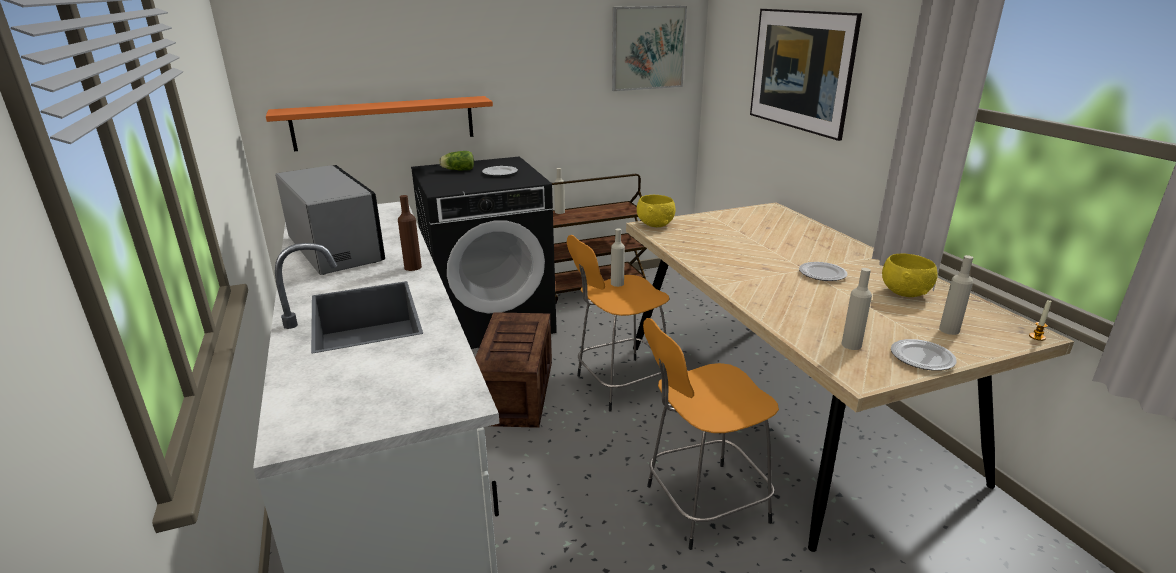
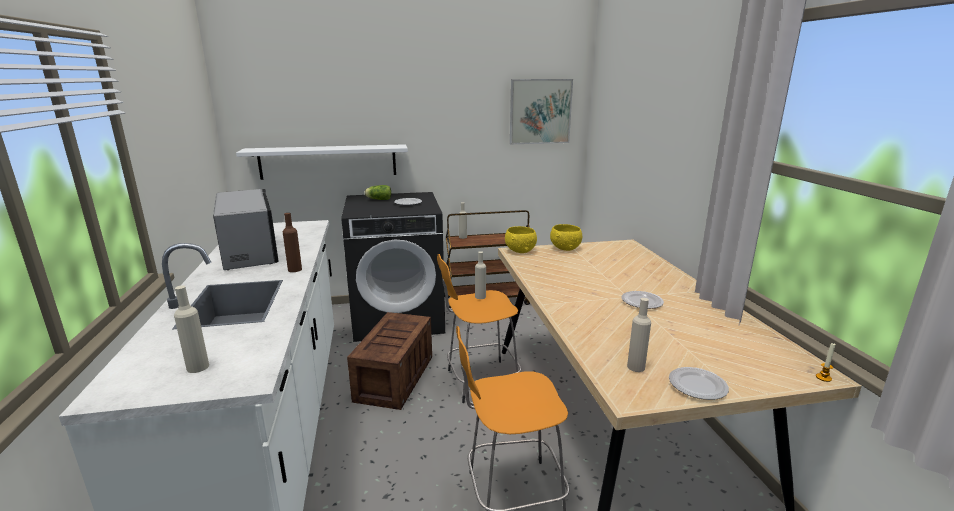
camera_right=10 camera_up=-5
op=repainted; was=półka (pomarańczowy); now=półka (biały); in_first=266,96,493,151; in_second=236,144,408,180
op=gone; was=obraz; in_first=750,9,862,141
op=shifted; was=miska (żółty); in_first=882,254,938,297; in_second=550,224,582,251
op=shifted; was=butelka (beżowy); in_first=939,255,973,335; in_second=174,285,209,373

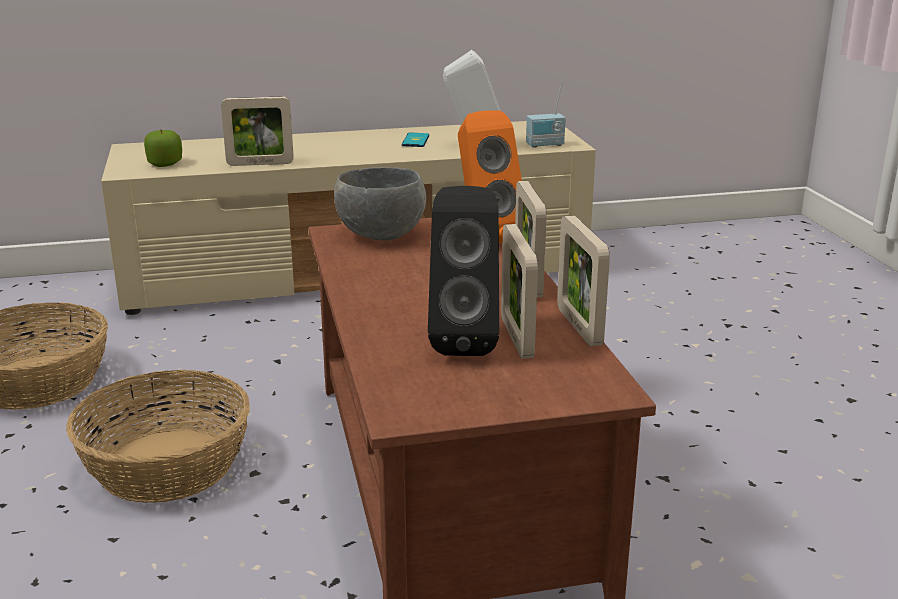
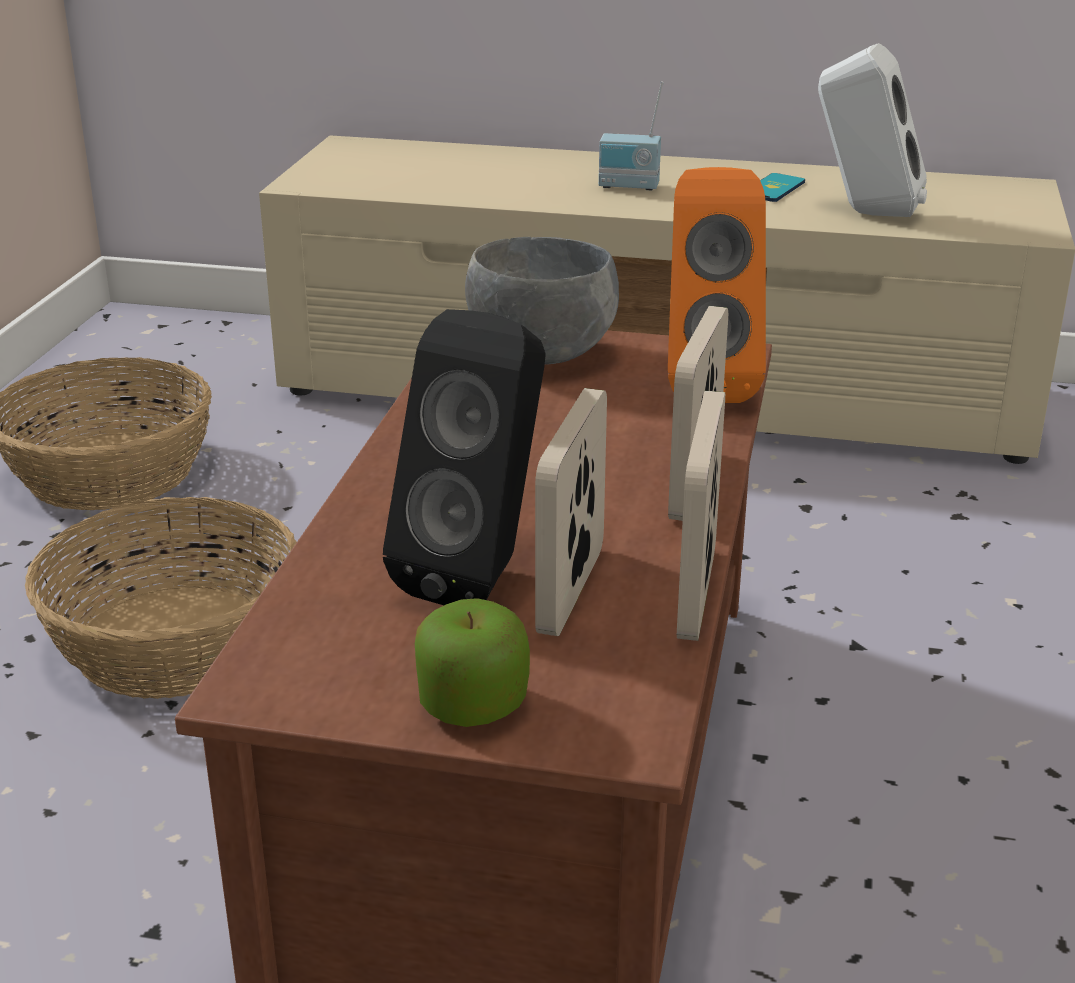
camera_right=25 camera_up=5
op=shifted; was=jabłko; in_first=144,129,182,167; in_second=415,598,530,727
op=gone; was=ramka na zdjęcie; in_first=221,96,294,166
op=shifted; was=radio; in_first=526,81,566,148; in_second=599,81,664,191

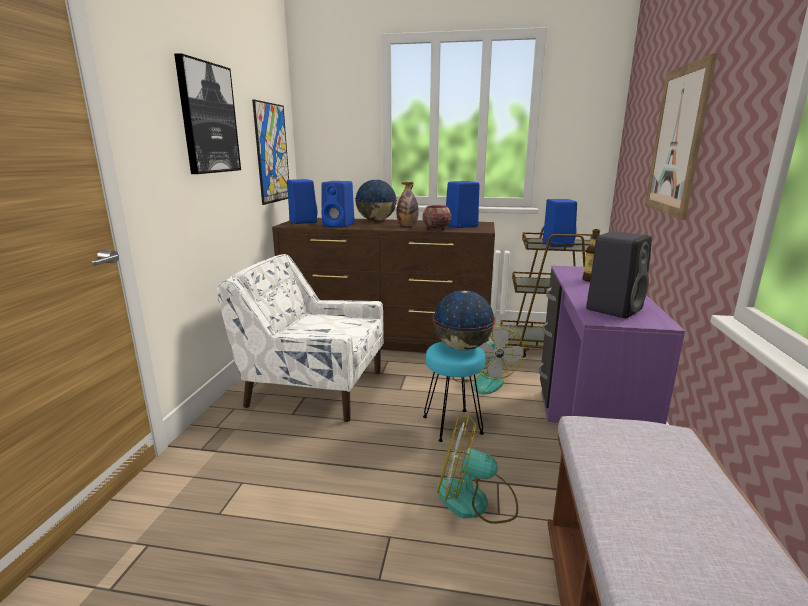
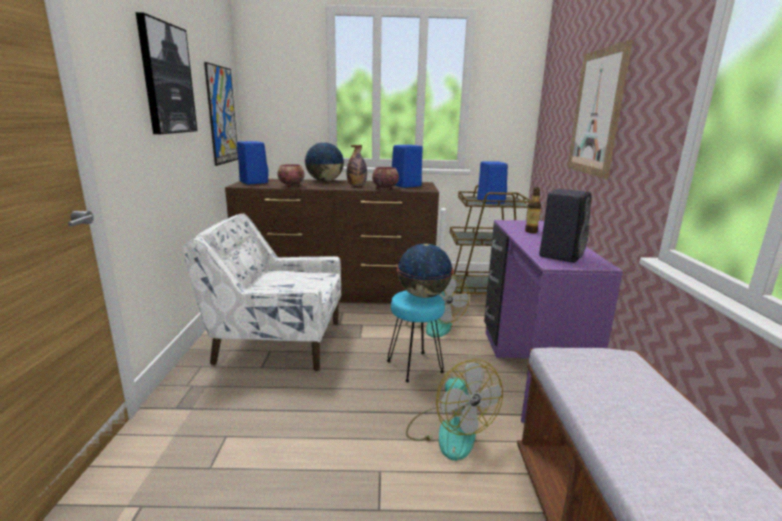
camera_right=-10 camera_up=0
op=swapped; was=głośnik (niebieski); now=miska; in_first=321,181,355,228; in_second=277,164,305,187
op=rotated; was=wentylator; in_first=437,415,518,524; in_second=406,359,503,461; clockwise=-120

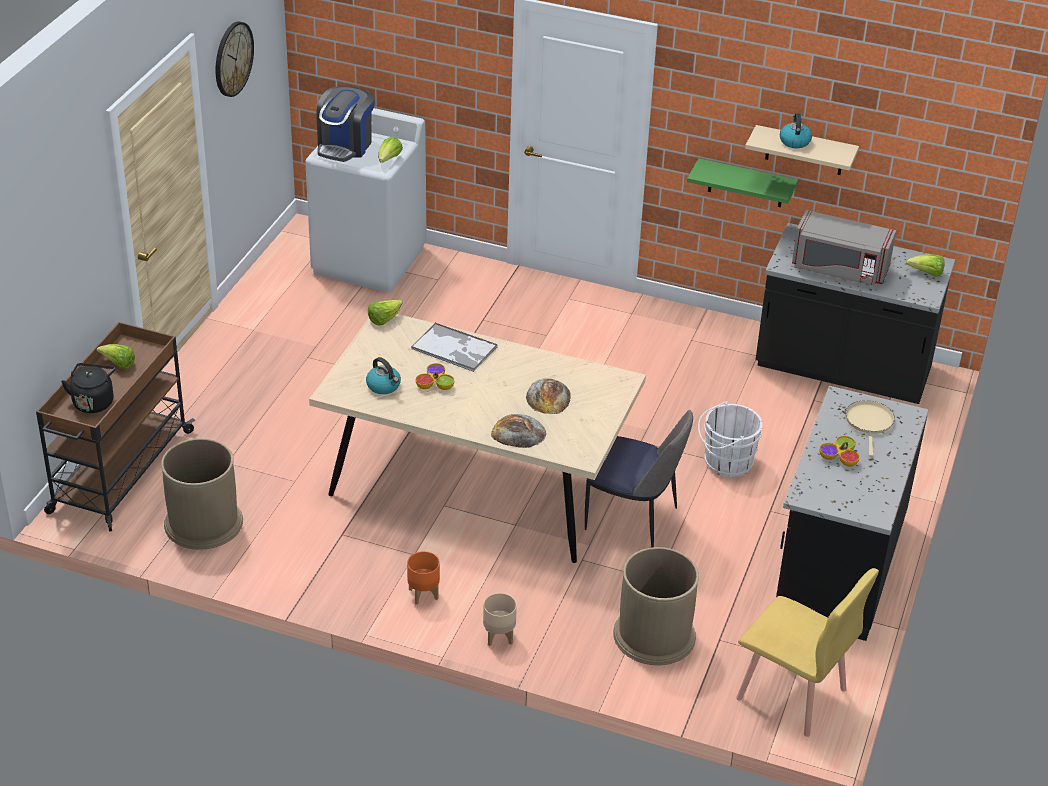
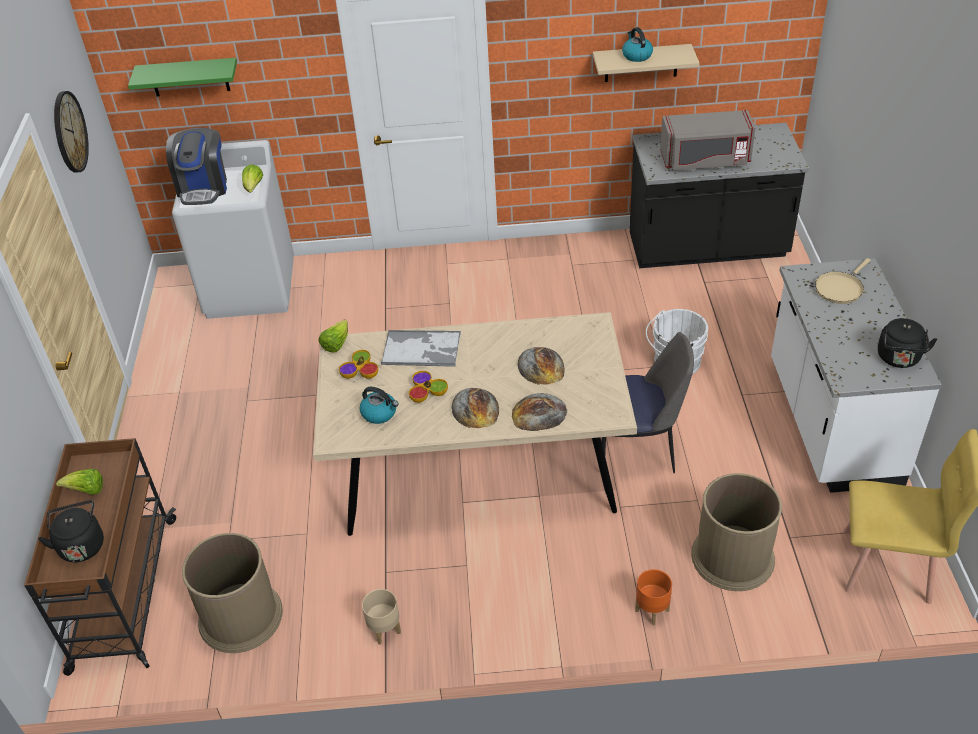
camera_right=-20 camera_up=5
op=shifted; was=donica (pomarańczowy); in_first=407,551,440,605; in_second=635,569,672,625
op=shifted; was=donica (beżowy); in_first=483,593,517,646; in_second=362,589,401,645
op=shifted; was=półka (zielony); in_first=687,158,798,207; in_second=128,58,237,96
op=repainted; was=zabudowa kuchenna (czarny); now=zabudowa kuchenna (biały); in_first=776,386,929,641; in_second=771,258,942,493
op=shifted; was=miska; in_first=819,436,860,467; in_second=339,350,378,379
op=rotated; was=patelnia (beżowy); in_first=845,400,895,457; in_second=815,258,871,304; clockwise=-120
op=gone; was=sałata; in_first=906,254,945,277
op=new; now=chleb; in_second=452,388,499,428
op=new; now=czajnik (czarny); in_second=878,318,937,368

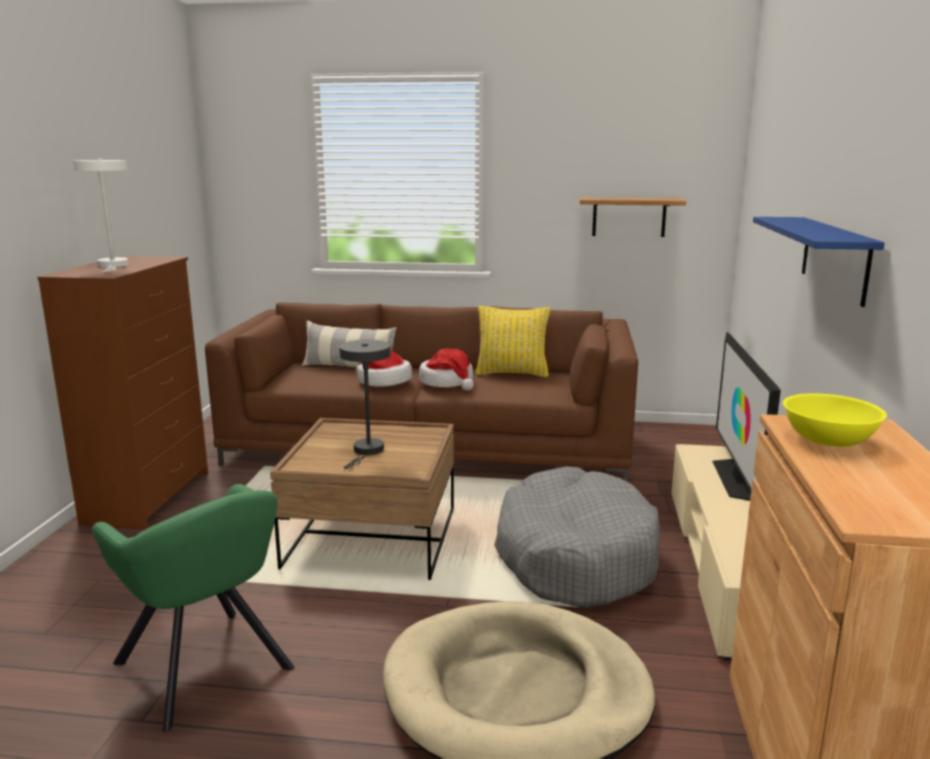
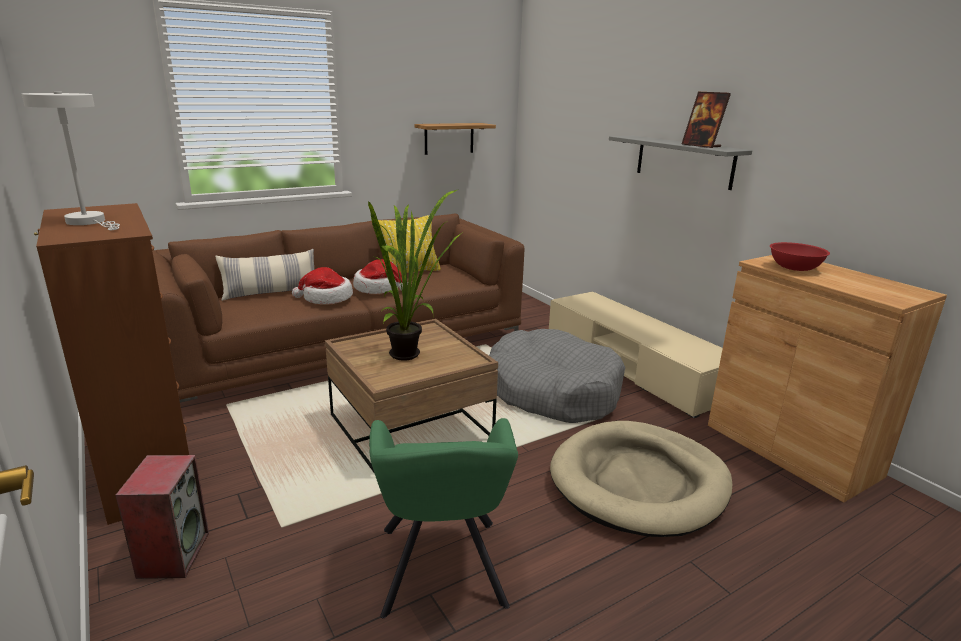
camera_right=-40 camera_up=5
op=rotated; was=fotel (zielony); in_first=92,484,295,732; in_second=369,418,518,618; clockwise=75
op=swapped; was=lampa stołowa (szary); now=roślina doniczkowa; in_first=339,340,391,469; in_second=368,189,463,361
op=gone; was=telewizor; in_first=712,332,781,501
op=repainted; was=półka (niebieski); now=półka (szary); in_first=753,217,885,307; in_second=609,136,752,190
op=repainted; was=miska (żółty); now=miska (czerwony); in_first=783,393,887,447; in_second=770,242,830,271
op=new; now=głośnik; in_second=115,455,209,579
op=new; now=ramka na zdjęcie; in_second=682,92,731,148

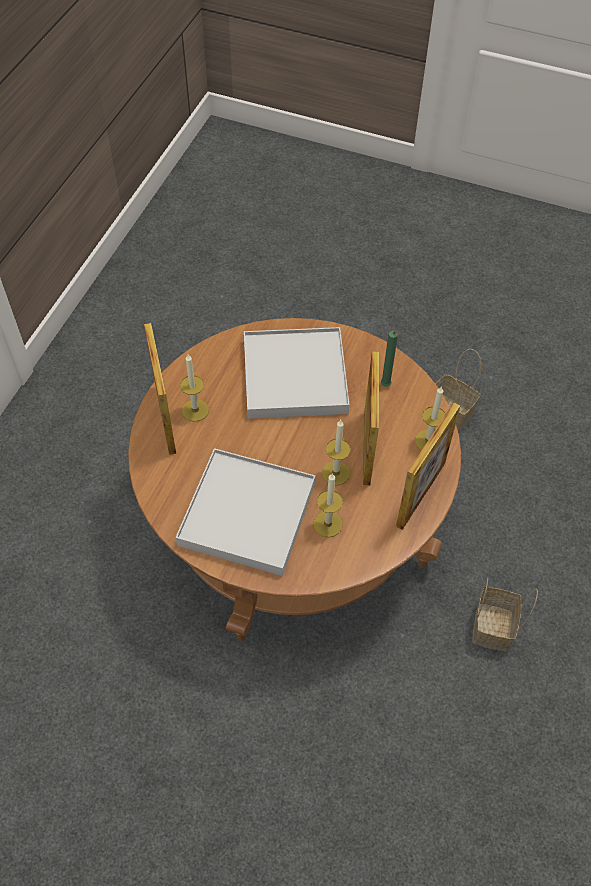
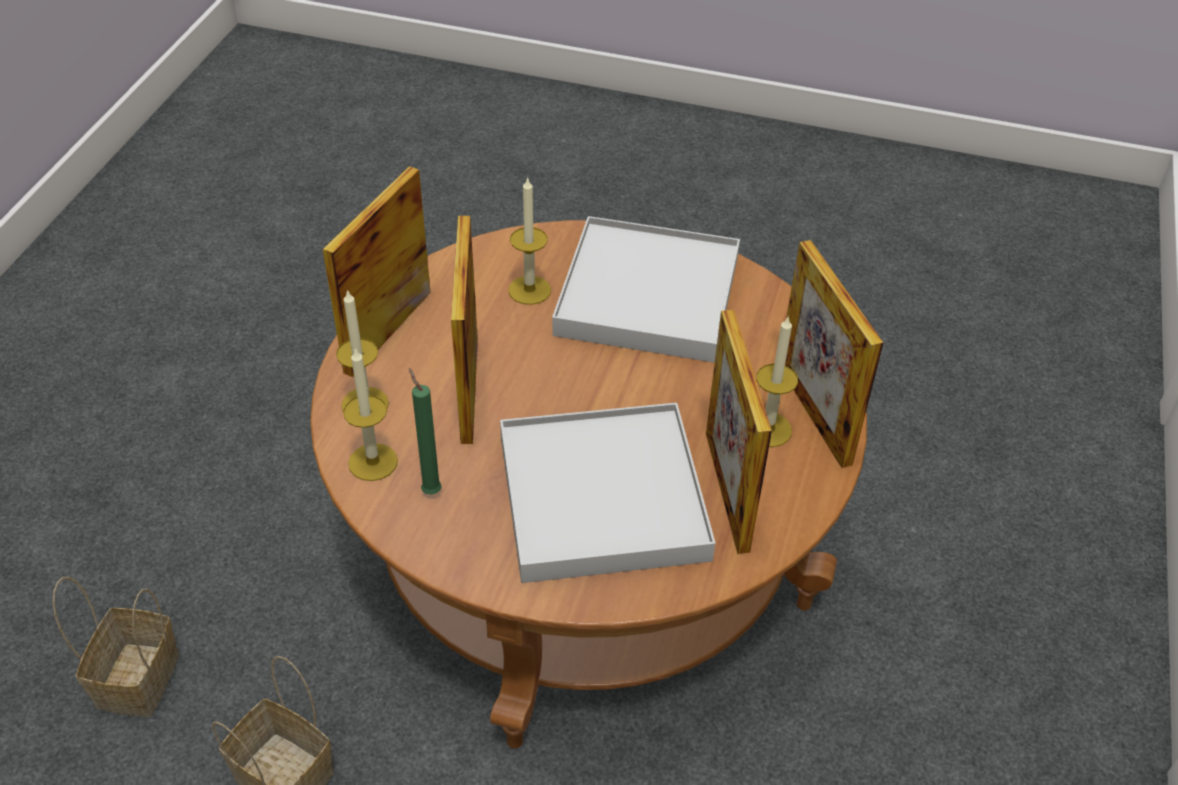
camera_right=175 camera_up=-10
op=shifted; was=świeca; in_first=322,420,351,485; in_second=343,348,398,481
op=shifted; was=koszyk; in_first=472,577,538,651; in_second=53,577,179,717
op=new; now=ramka na zdjęcie; in_second=706,310,772,554

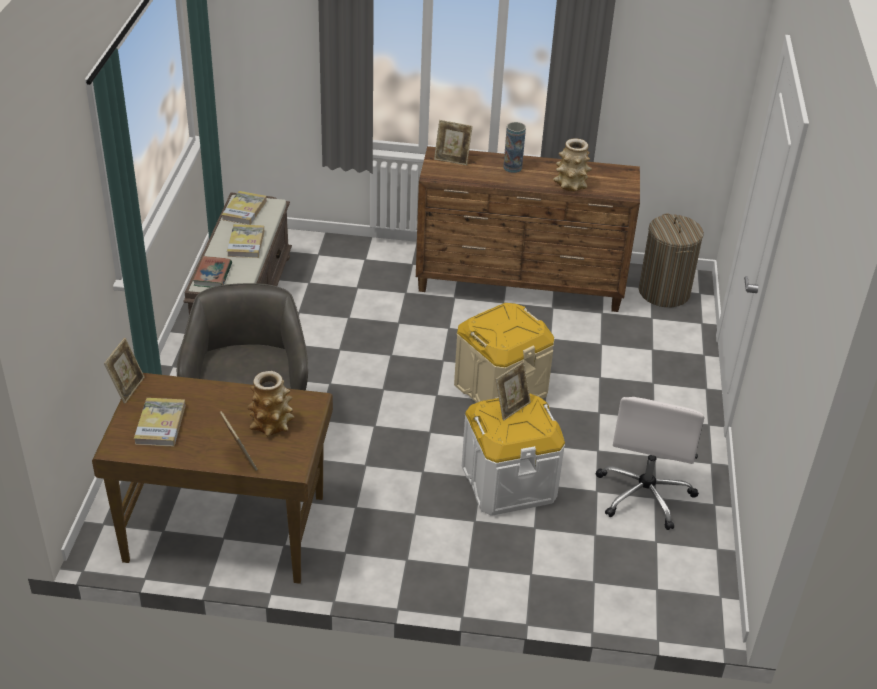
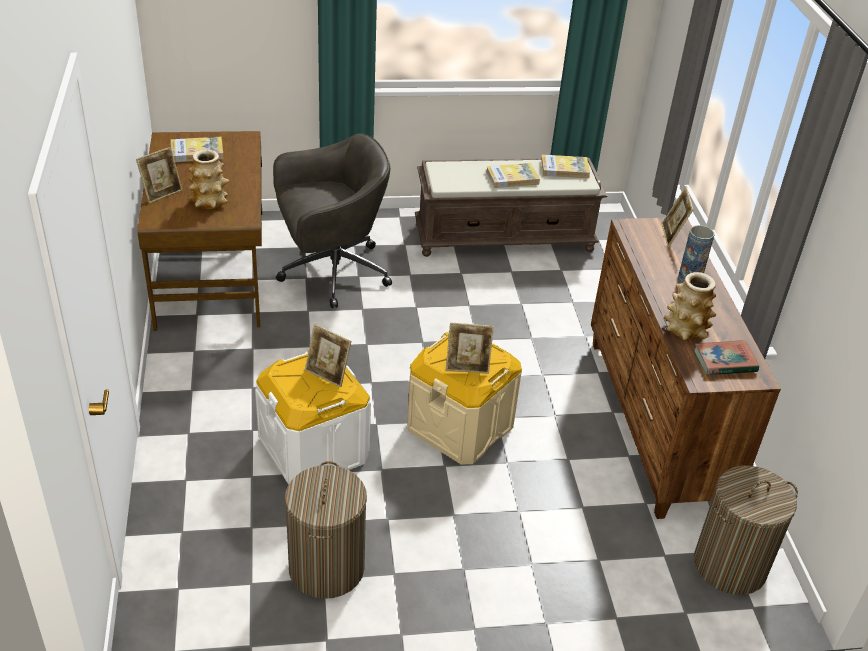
camera_right=75 camera_up=0
op=shifted; was=ramka na zdjęcie; in_first=104,338,145,404; in_second=446,323,494,374
op=shifted; was=książka; in_first=193,256,232,287; in_second=694,340,759,375
op=swapped; was=krzesło biurowe (biały); now=kosz na pranie; in_first=596,397,704,530; in_second=285,461,367,599

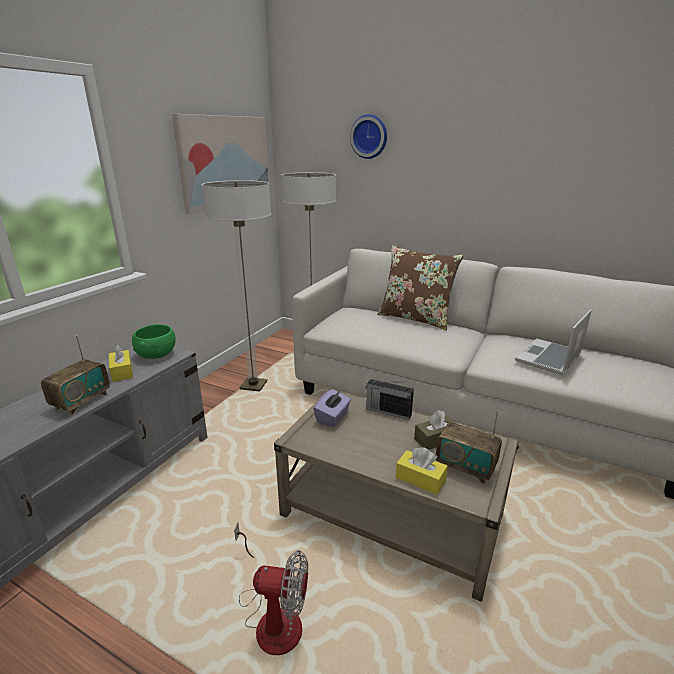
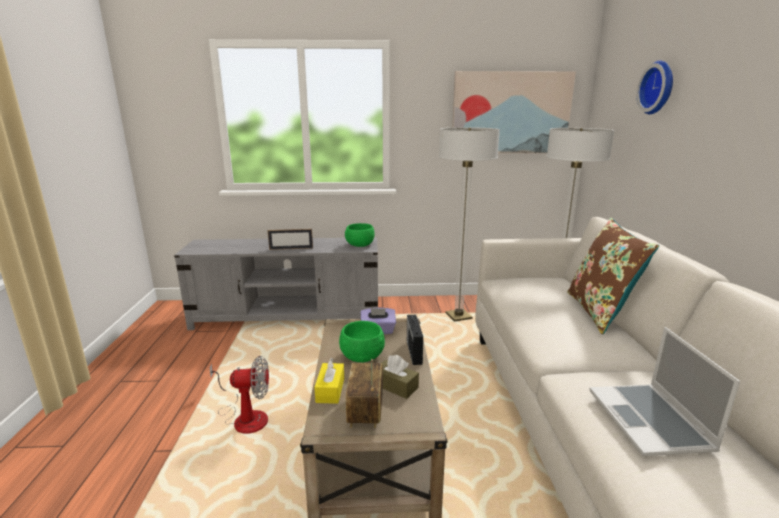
camera_right=60 camera_up=-5
op=swapped; was=radio; now=ramka na zdjęcie; in_first=41,335,110,415; in_second=268,229,313,250
op=gone; was=pudełko chusteczek (żółty); in_first=109,345,133,382
op=rotated; was=wentylator; in_first=234,522,308,655; in_second=209,356,269,434; clockwise=-75
op=rotated; was=laptop; in_first=515,309,592,375; in_second=589,327,740,456; clockwise=-105
op=new; now=miska (zielony); in_second=339,321,385,362

